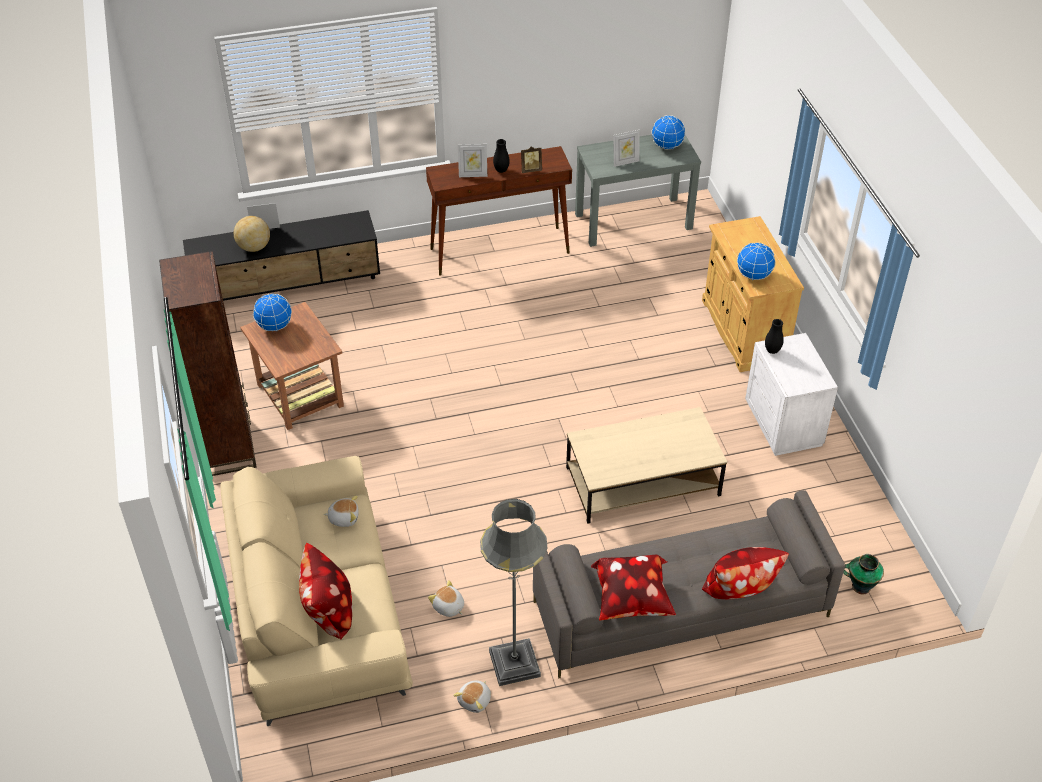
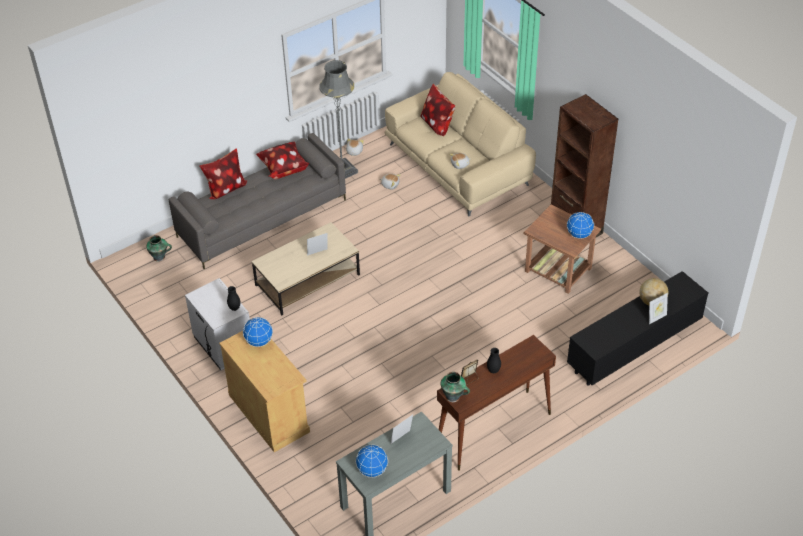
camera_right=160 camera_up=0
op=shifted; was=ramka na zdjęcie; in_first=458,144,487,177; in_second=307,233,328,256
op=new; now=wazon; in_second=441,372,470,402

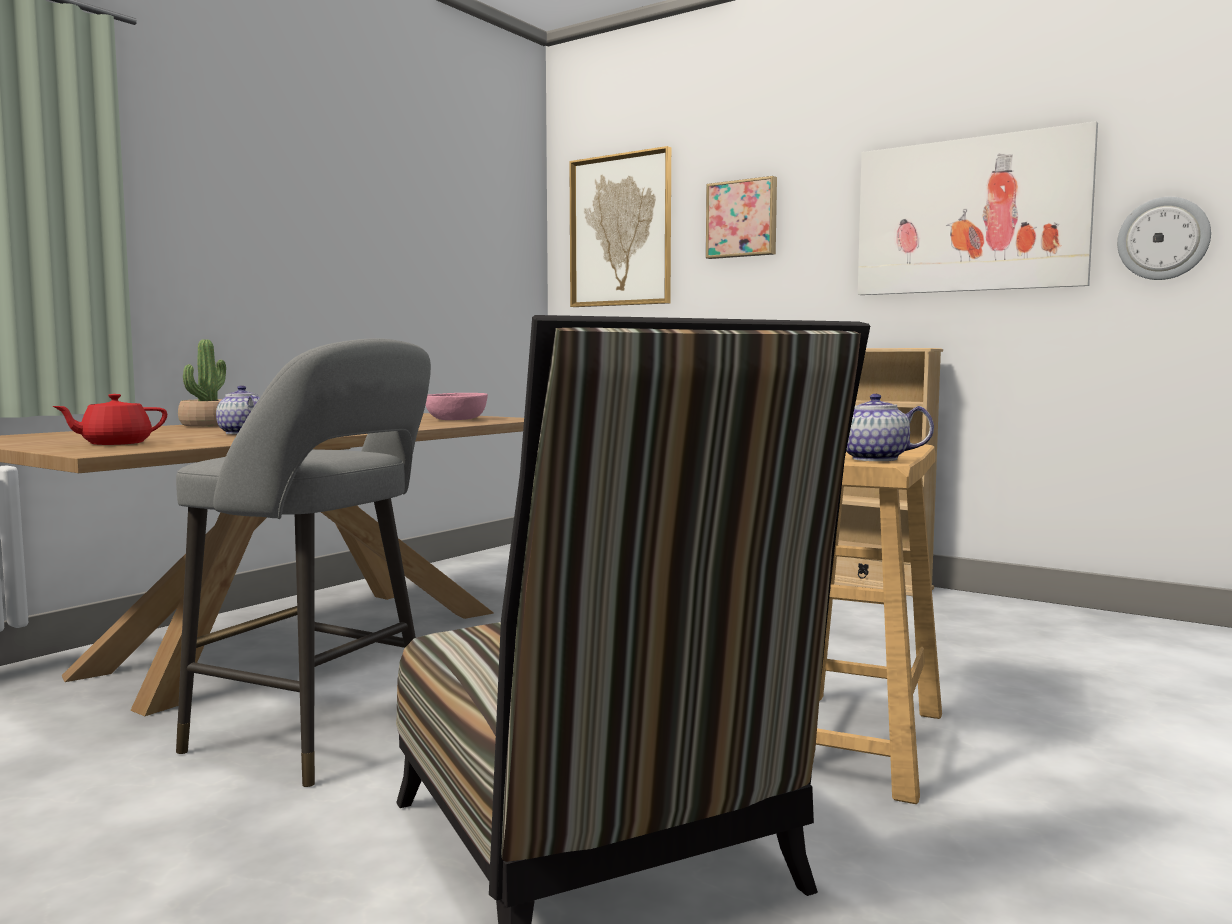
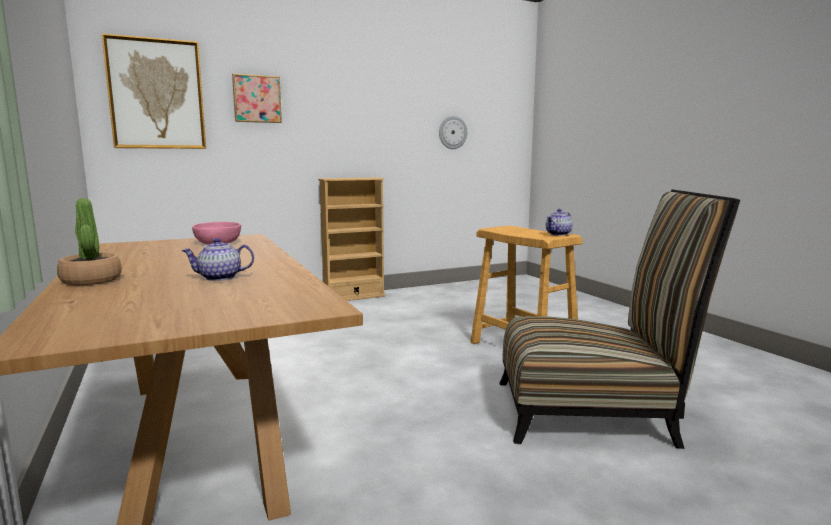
camera_right=-60 camera_up=5
op=gone; was=imbryk (czerwony); in_first=52,394,167,445
op=gone; was=stołek (szary); in_first=176,338,431,787
op=gone; was=obraz; in_first=858,121,1098,295

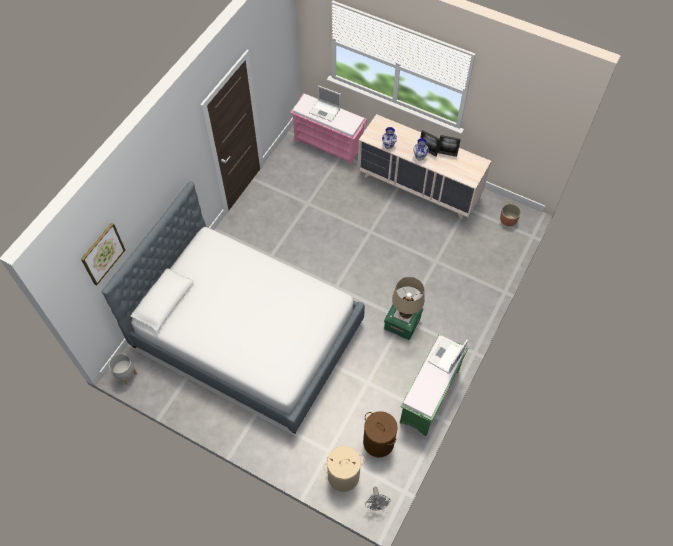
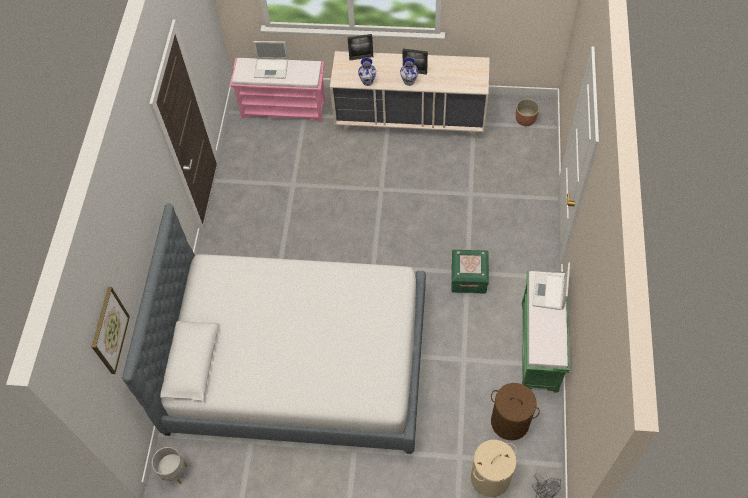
camera_right=-20 camera_up=0
op=gone; was=lampa stołowa (beżowy); in_first=392,277,424,319
op=shifted; was=ramka na zdjęcie; in_first=438,135,461,157; in_second=348,34,373,60

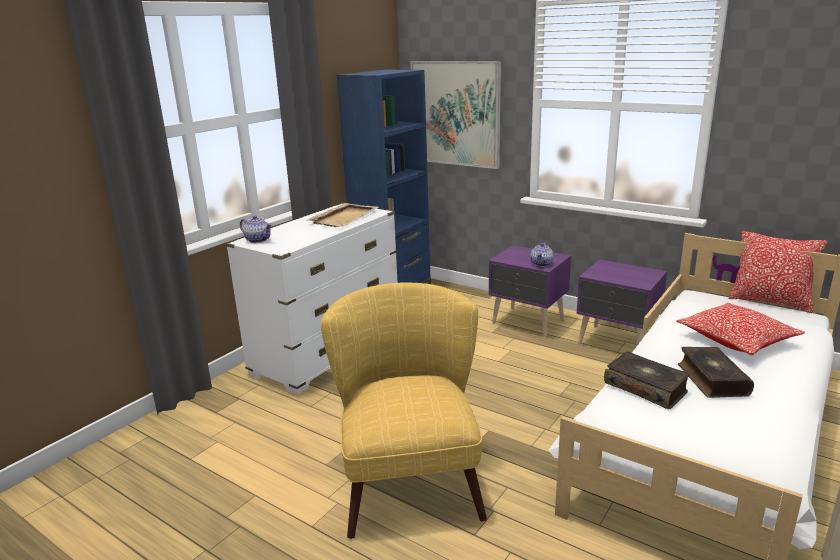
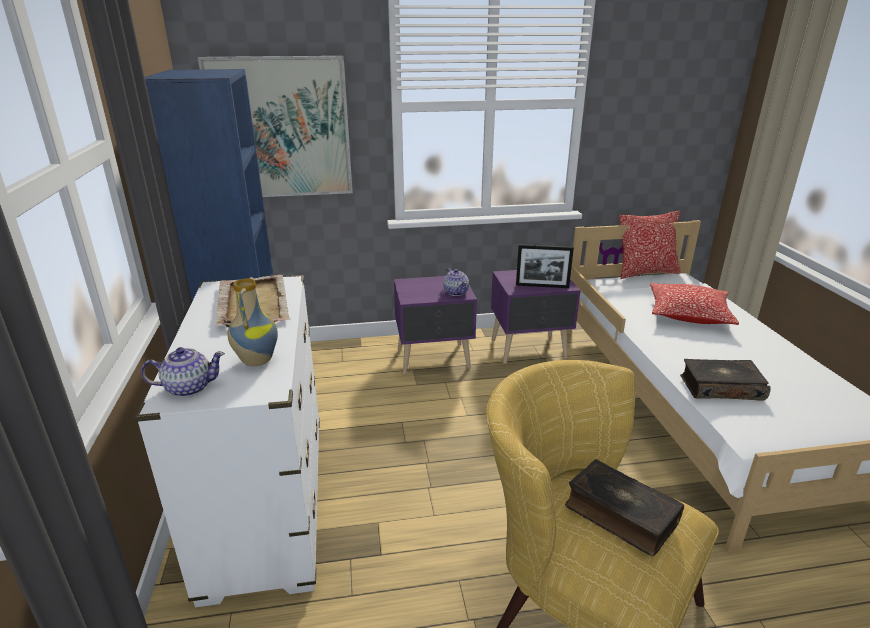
camera_right=-45 camera_up=5
op=shifted; was=książka; in_first=678,347,754,398; in_second=565,459,684,556
op=new; now=wazon; in_second=228,277,278,366
op=new; now=ramka na zdjęcie; in_second=516,244,574,288

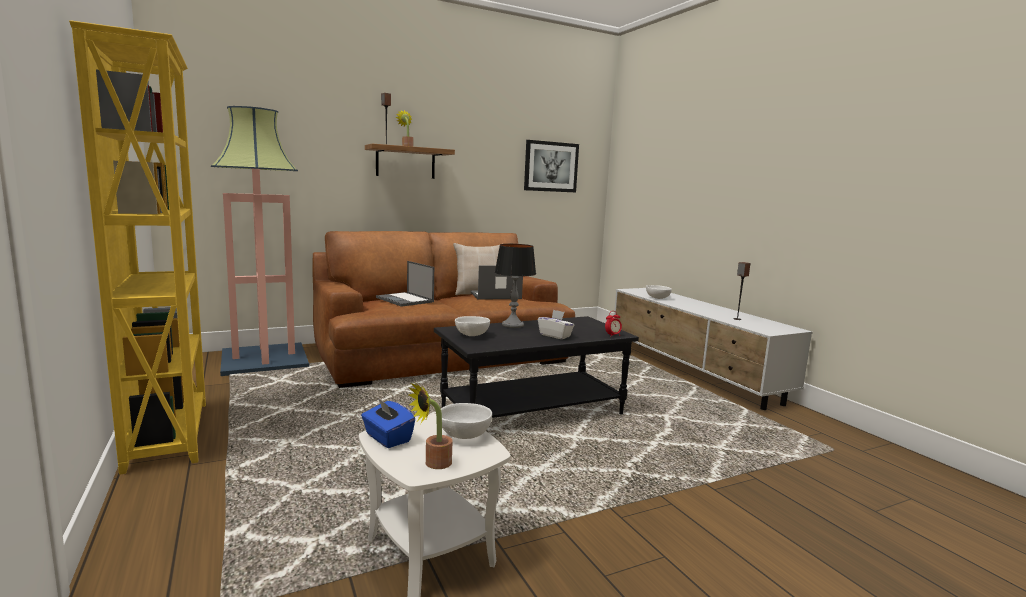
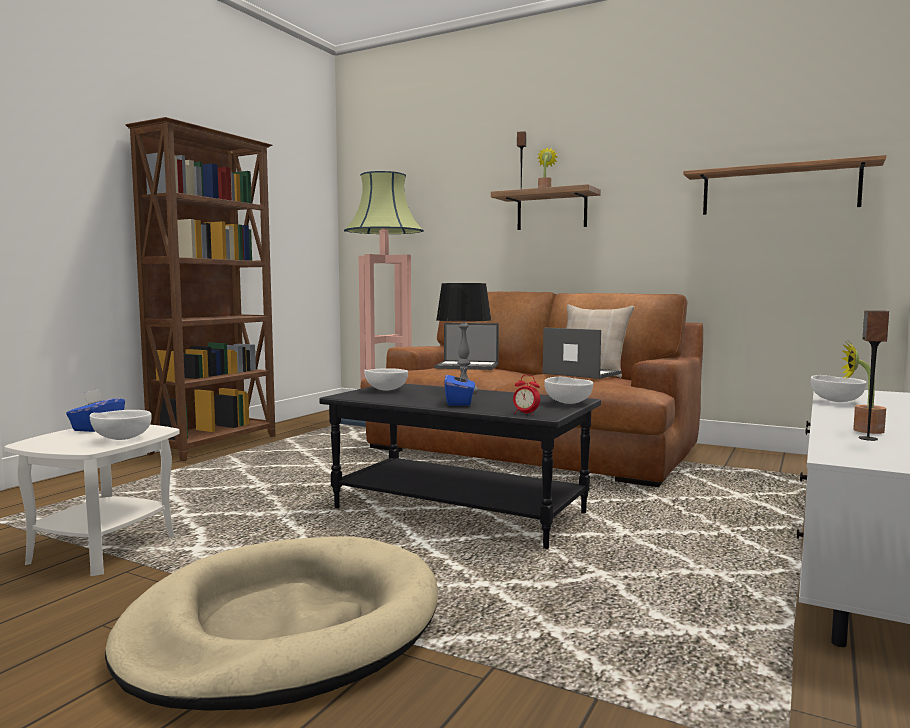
camera_right=55 camera_up=-5
op=repainted; was=regał (żółty); now=regał (brązowy); in_first=69,20,206,475; in_second=125,117,276,461
op=rotated; was=laptop; in_first=376,261,434,307; in_second=434,323,499,370; clockwise=-90
op=shifted; was=roślina doniczkowa; in_first=409,382,452,469; in_second=841,342,886,434
op=swapped; was=obraz; now=półka; in_first=524,140,579,192; in_second=683,155,886,215
op=repainted; was=pudełko chusteczek (biały); now=pudełko chusteczek (niebieski); in_first=538,309,575,339; in_second=444,368,475,406
op=new; now=legowisko (beżowy); in_second=105,536,438,711
op=new; now=miska (biały); in_second=544,377,593,404

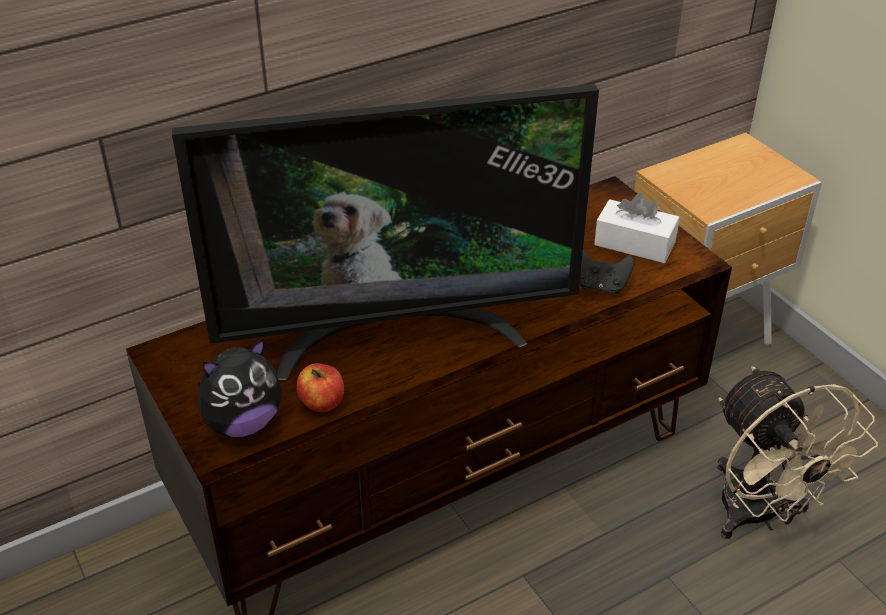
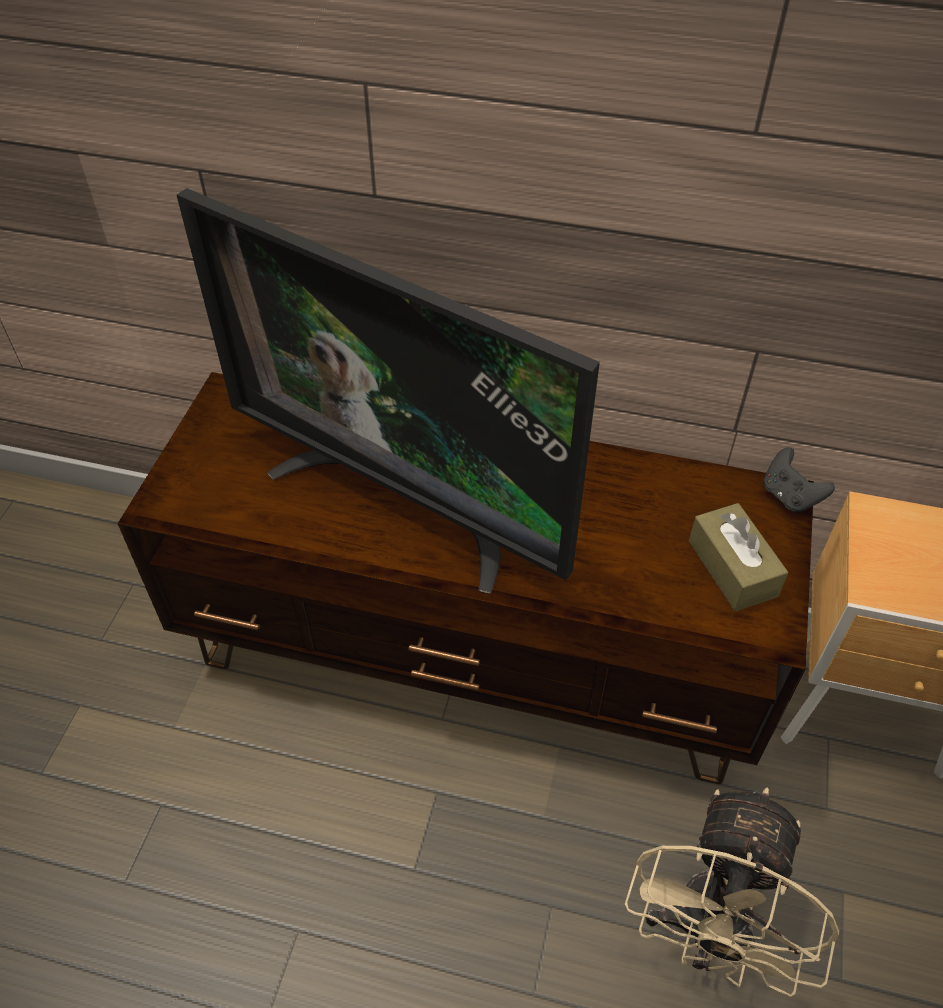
camera_right=45 camera_up=10
op=gone; was=pluszak; in_first=198,338,282,437
op=gone; was=jabłko; in_first=297,363,344,412
op=shifted; was=pad do gier (czarny); in_first=579,250,634,293; in_second=764,447,835,513
op=repainted; was=pudełko chusteczek (biały); now=pudełko chusteczek (brązowy); in_first=594,193,680,263; in_second=689,503,789,611

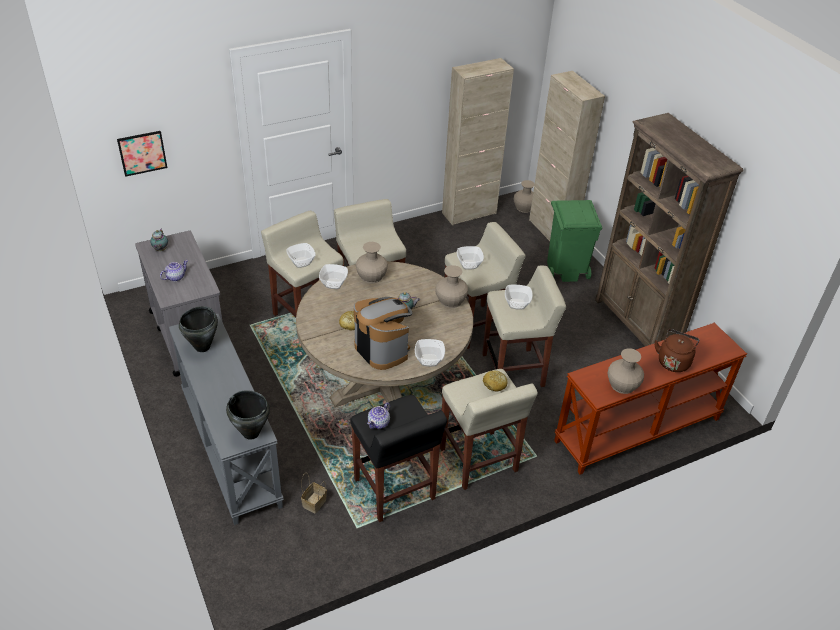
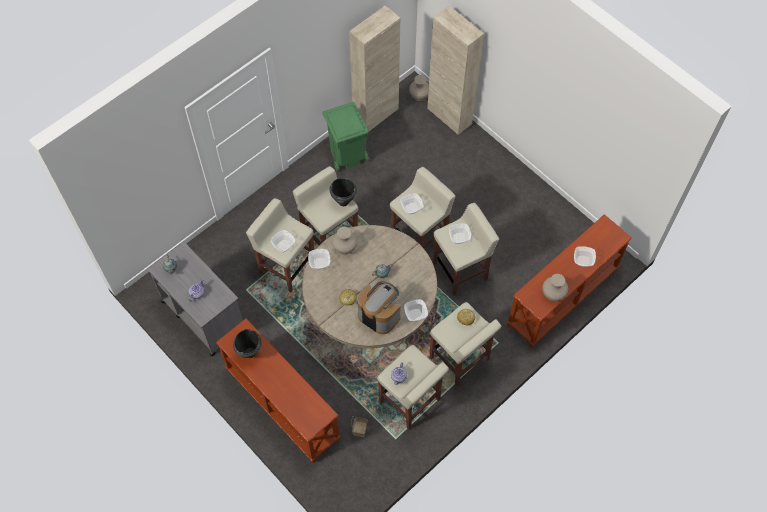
camera_right=-15 camera_up=20
op=gone; was=obraz; in_first=117,131,167,177
op=repainted; was=stolik konsolowy (szary); now=stolik konsolowy (brązowy); in_first=169,314,284,525; in_second=216,319,341,463
op=shifted; was=garnek (czarny); in_first=226,390,270,440; in_second=330,178,357,206
op=repainted; was=stołek (czarny); now=stołek (beżowy); in_first=351,395,447,522; in_second=377,345,449,430
op=gone; was=wazon (beżowy); in_first=435,265,468,308
op=shifted; was=kosz na śmieci (zielony); in_first=547,200,602,282; in_second=322,102,369,171
op=gone; was=regał (brązowy); in_first=595,113,744,346
op=swapped; was=czajnik (brązowy); now=miska; in_first=655,329,700,372; in_second=574,246,596,267

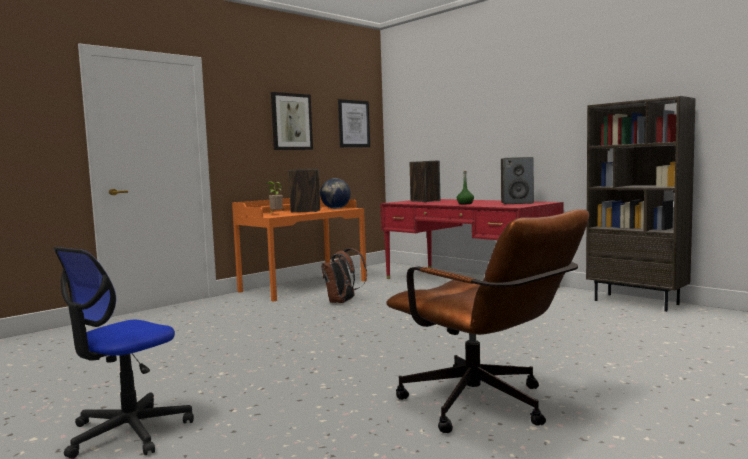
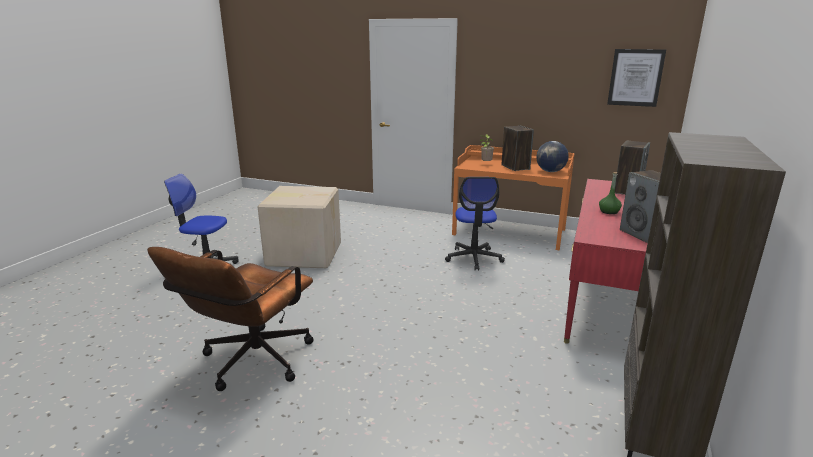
camera_right=65 camera_up=15
op=gone; was=obraz; in_first=271,92,313,150
op=swapped; was=plecak (brązowy); now=krzesło biurowe; in_first=321,248,367,303; in_second=445,177,505,271
op=new; now=karton; in_second=257,186,341,268

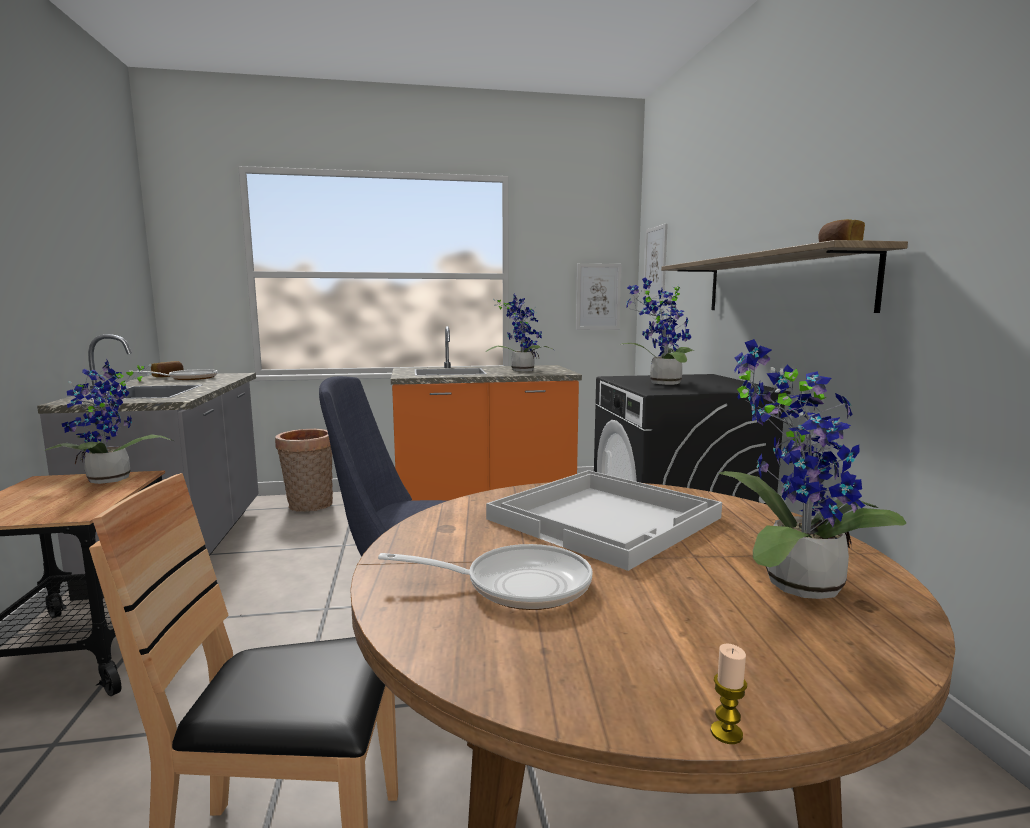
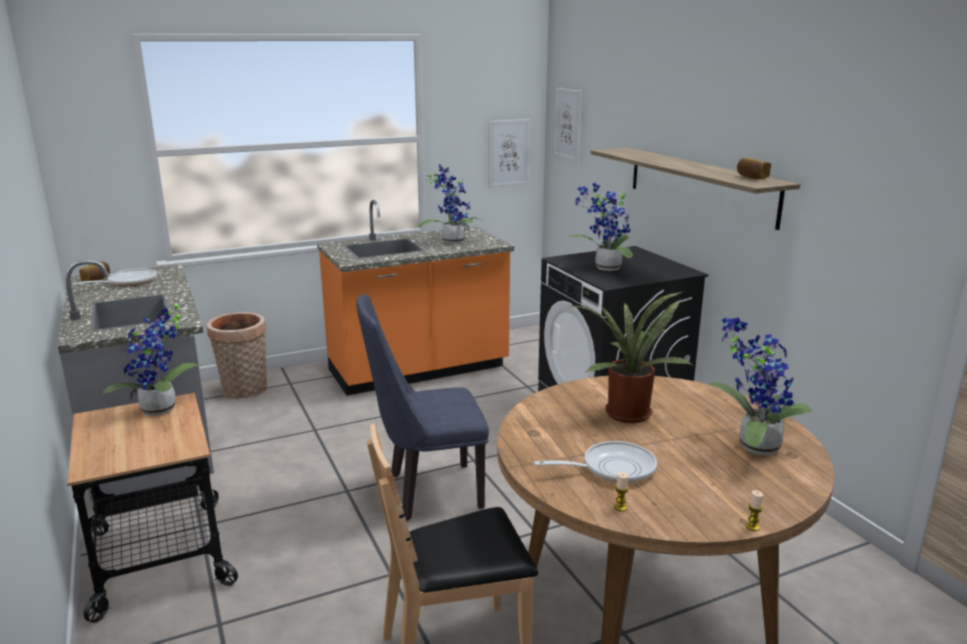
camera_right=-15 camera_up=10
op=swapped; was=taca (biały); now=roślina doniczkowa; in_first=486,470,722,571; in_second=568,292,692,423
op=new; now=świeca; in_second=614,472,629,511

